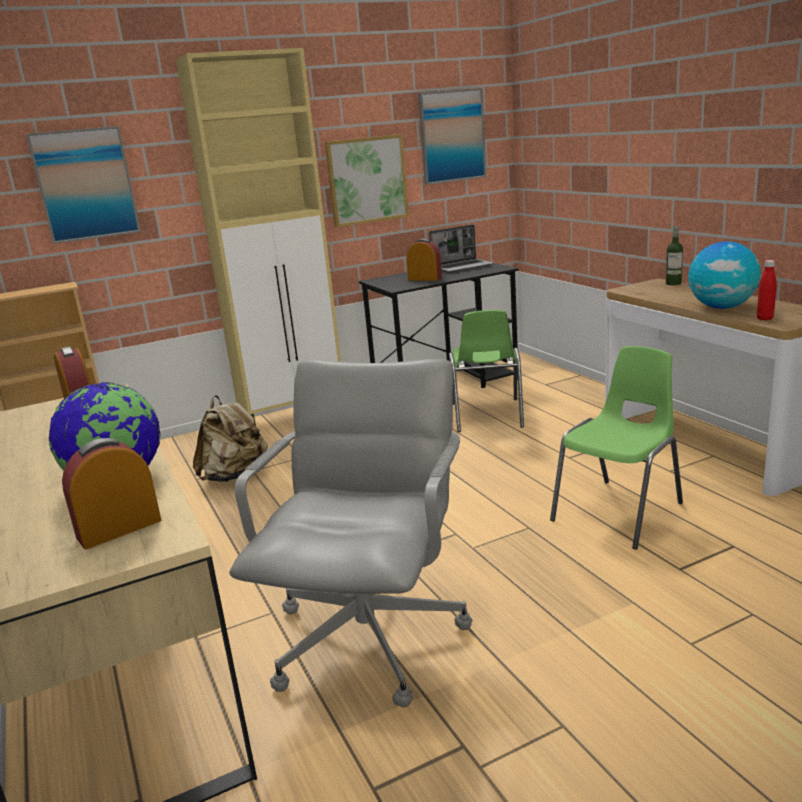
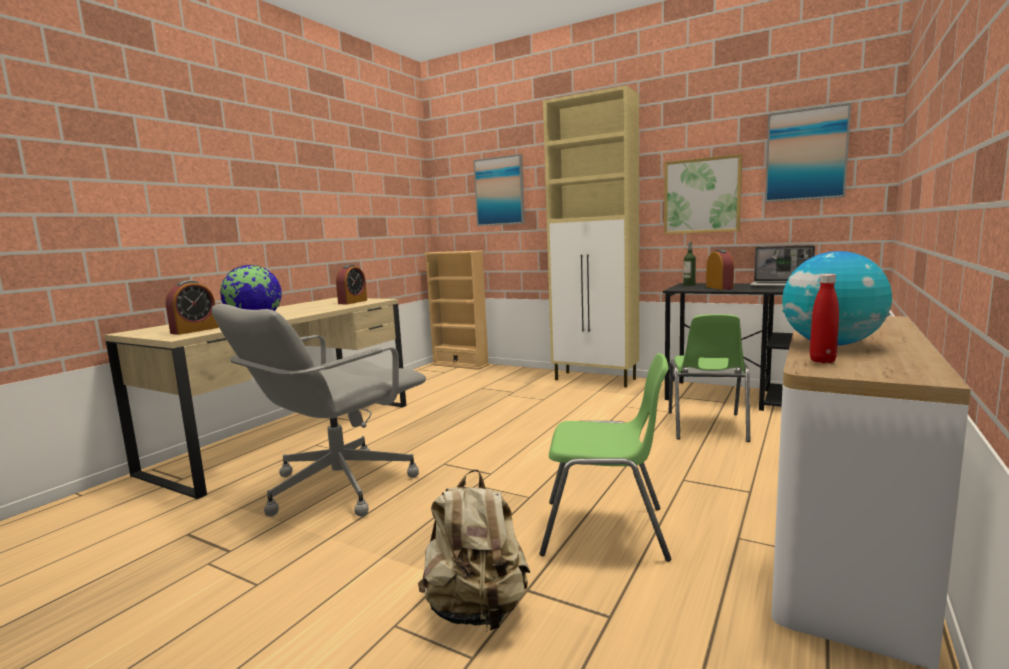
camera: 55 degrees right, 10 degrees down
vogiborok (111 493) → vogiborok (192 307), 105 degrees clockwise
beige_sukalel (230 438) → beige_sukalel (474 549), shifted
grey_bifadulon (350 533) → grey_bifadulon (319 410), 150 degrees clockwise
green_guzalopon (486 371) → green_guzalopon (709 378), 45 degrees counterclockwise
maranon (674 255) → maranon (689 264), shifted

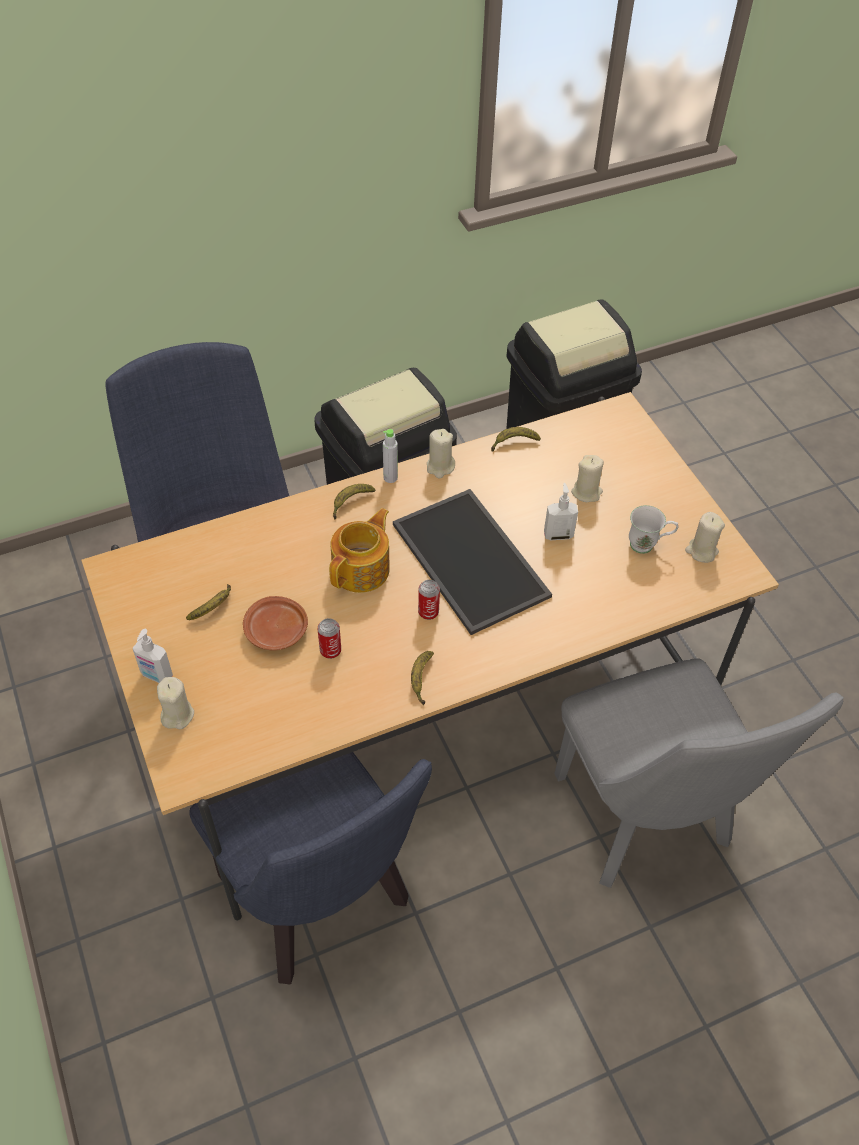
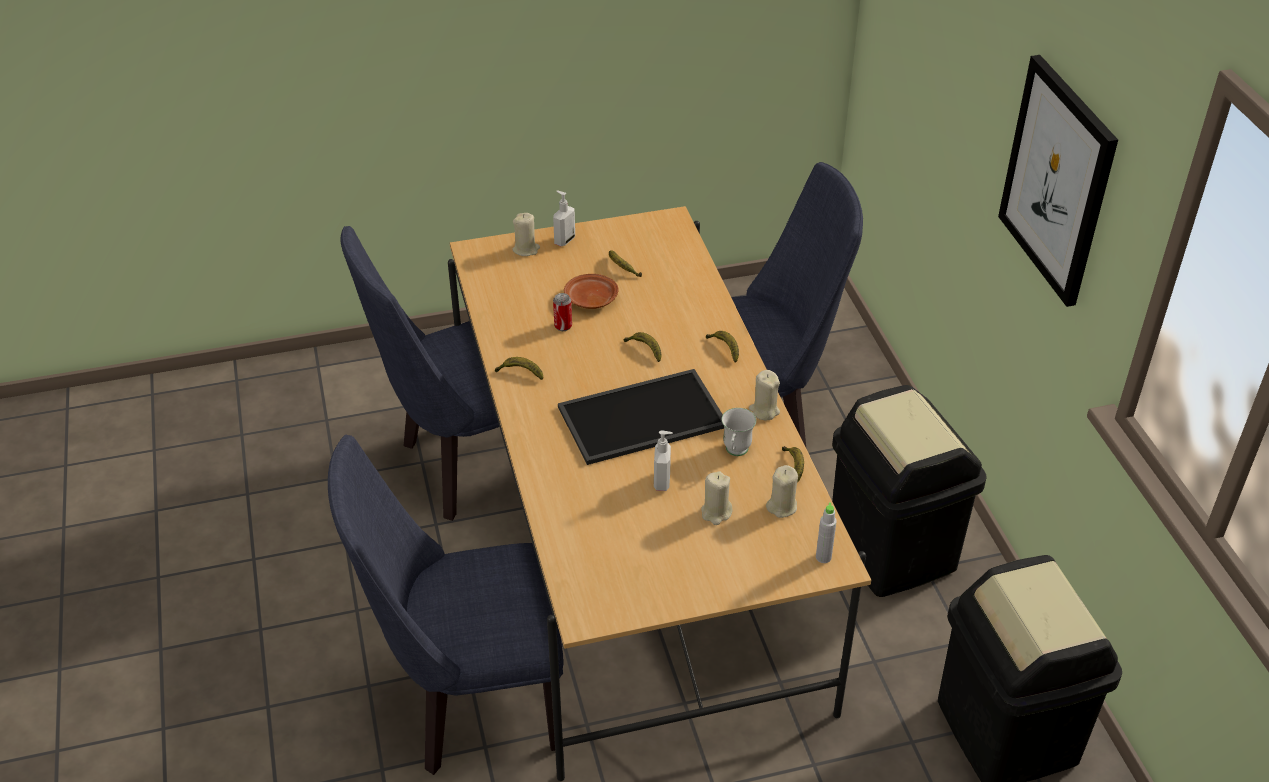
camera: 100 degrees right, 10 degrees down
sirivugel (359 550) → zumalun (643 347)
grey_maranon (390 456) → grey_maranon (826 533), shifted
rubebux (429 600) → -
grey_guzalopon (699 773) → blue_guzalopon (446 605)
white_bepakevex (653 529) → white_bepakevex (739 432), shifted
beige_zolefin (705 537) → beige_zolefin (782 491), shifted
- → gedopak (1058 181)

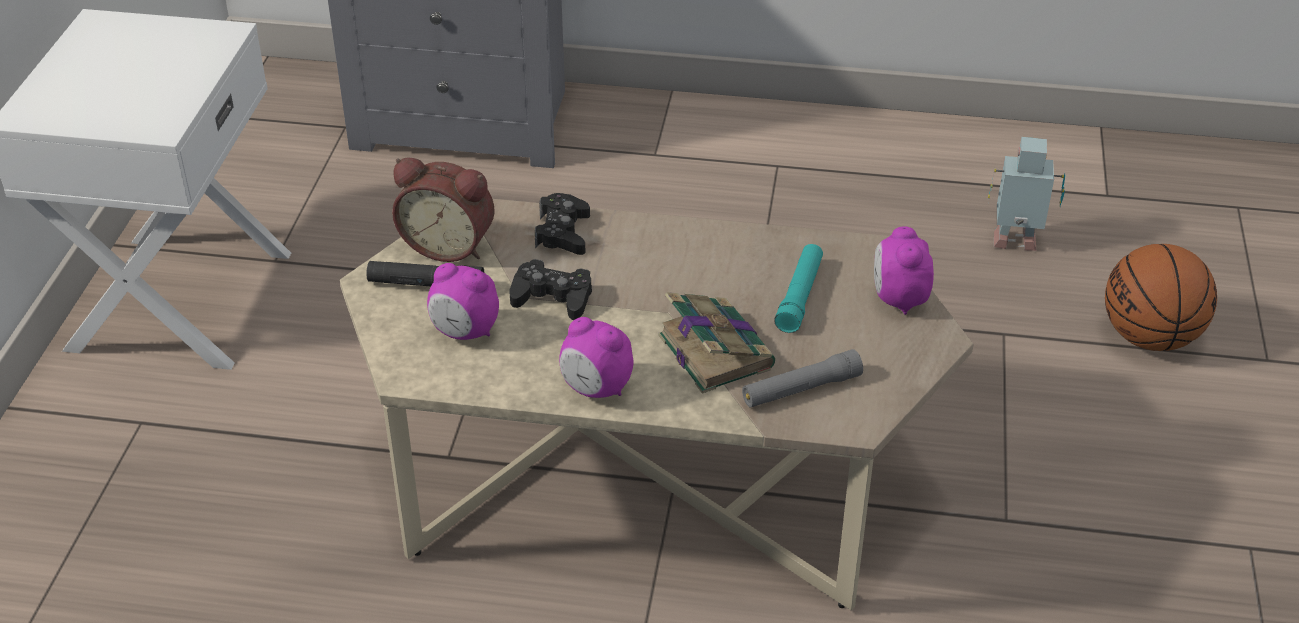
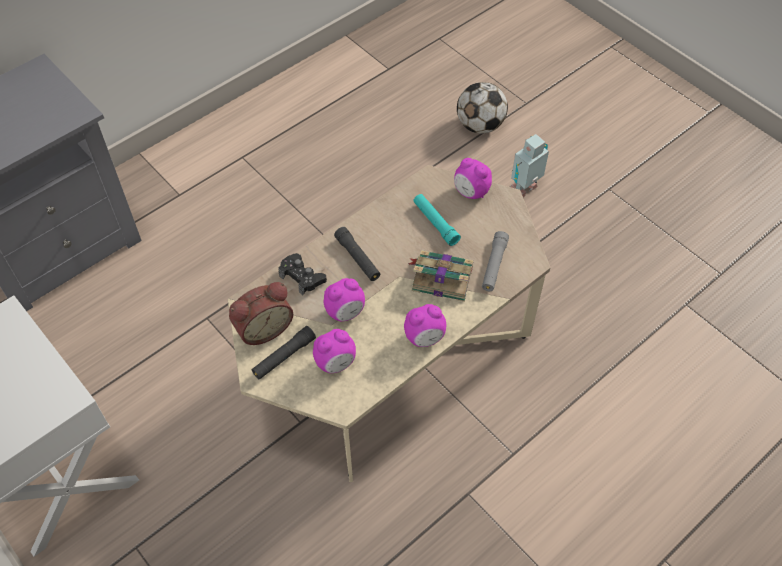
camera: 50 degrees left, 15 degrees up
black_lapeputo (550 289) → vogiborok (344 299)
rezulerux (1027 194) → rezulerux (530 165), shifted
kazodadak (1161 297) → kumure (482 108)
- → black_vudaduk (357 254)

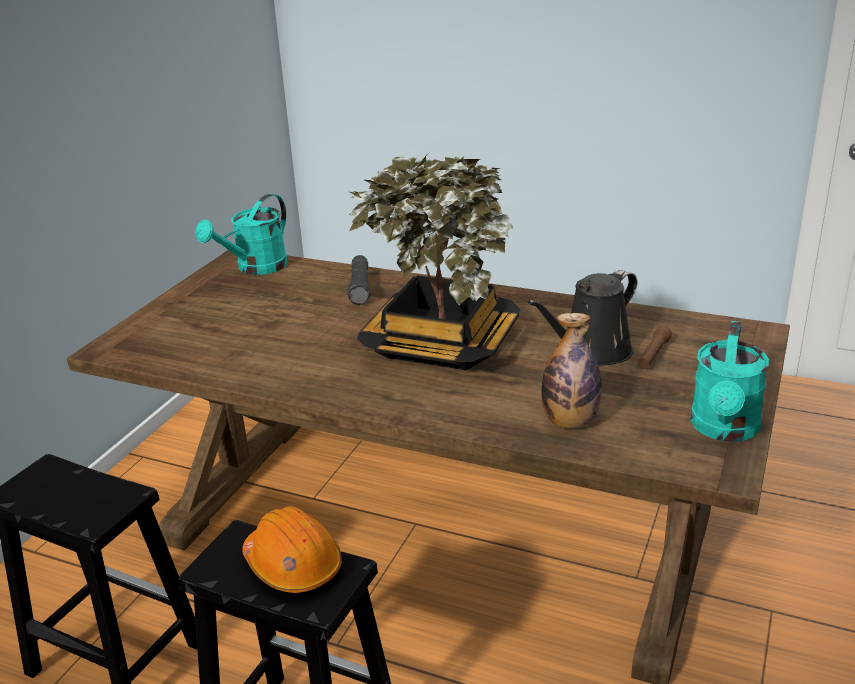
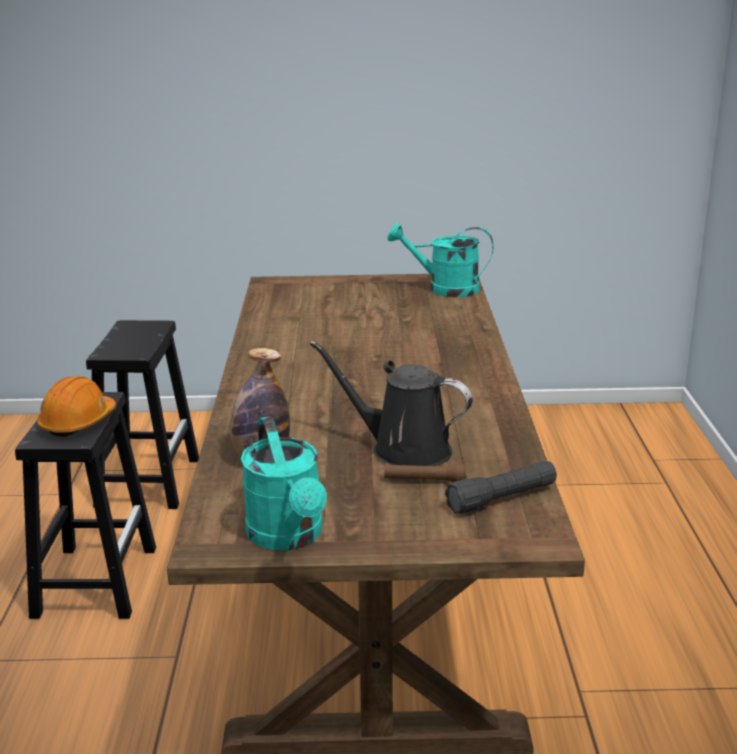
camera: 65 degrees right, 5 degrees down
black_vudaduk (359 280) → black_vudaduk (501 487), shifted
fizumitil (434 262) → -
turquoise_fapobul (729 381) → turquoise_fapobul (284 483), 105 degrees counterclockwise

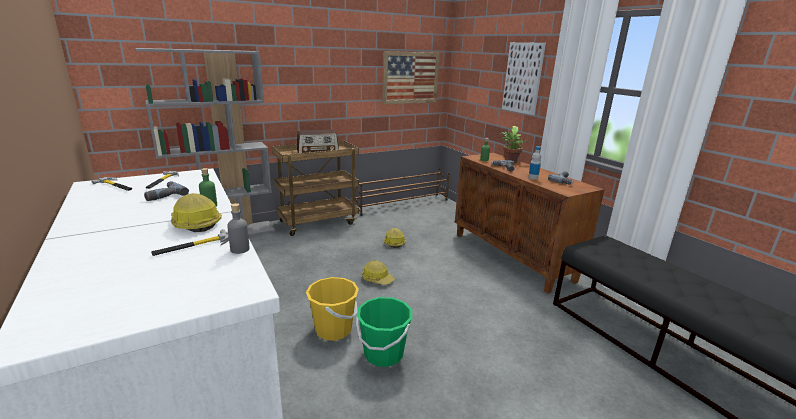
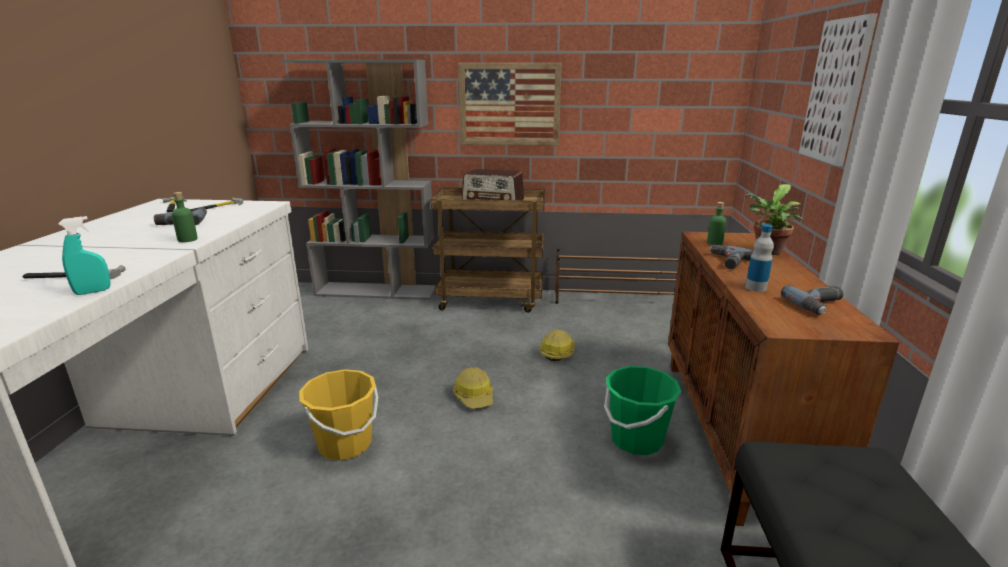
camera: 35 degrees right, 0 degrees up
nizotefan (196 212) → -
grey_maranon (238 228) → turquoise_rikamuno (84 255)
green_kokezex (384 332) → green_kokezex (643 410), shifted
gedopak (411 77) → gedopak (510 104), shifted

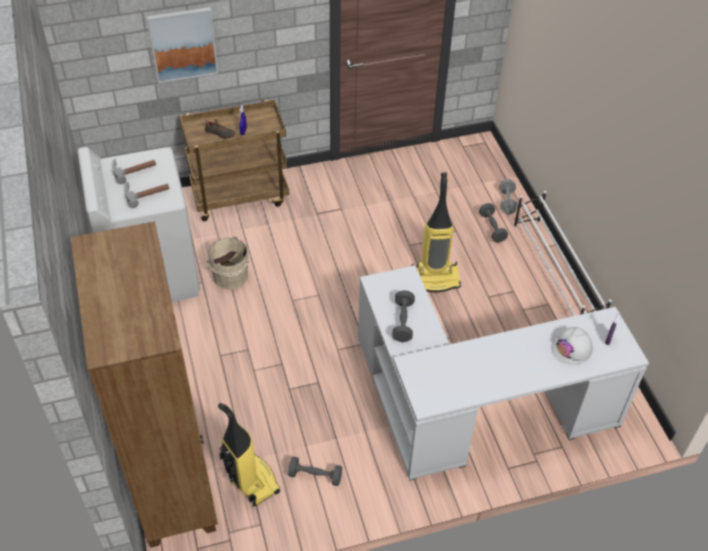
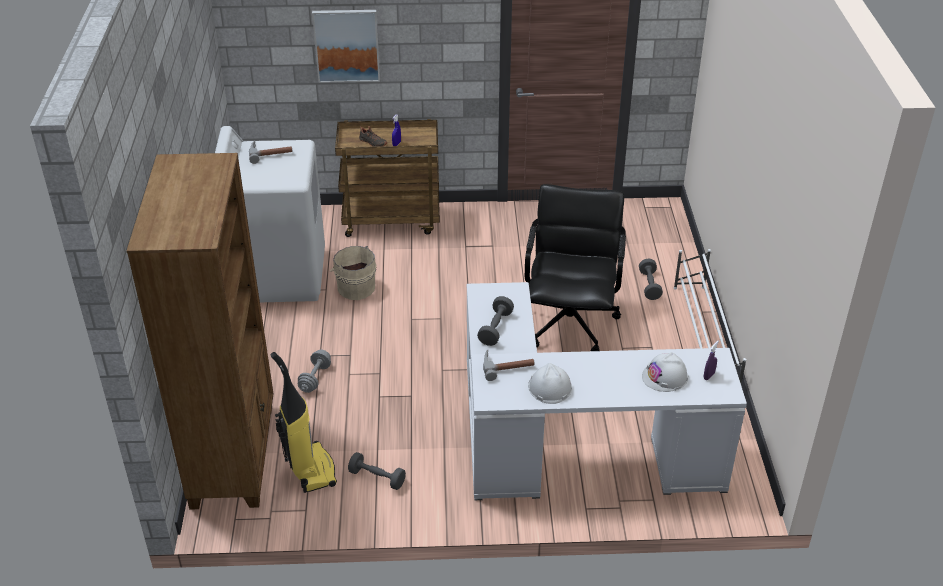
camera: 15 degrees right, 10 degrees down
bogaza (147 194) → bogaza (509 365), shifted
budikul (436 232) → black_bifadulon (575 267)
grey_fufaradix (508 196) → grey_fufaradix (314 371), shifted
- → white_nizotefan (550 383)

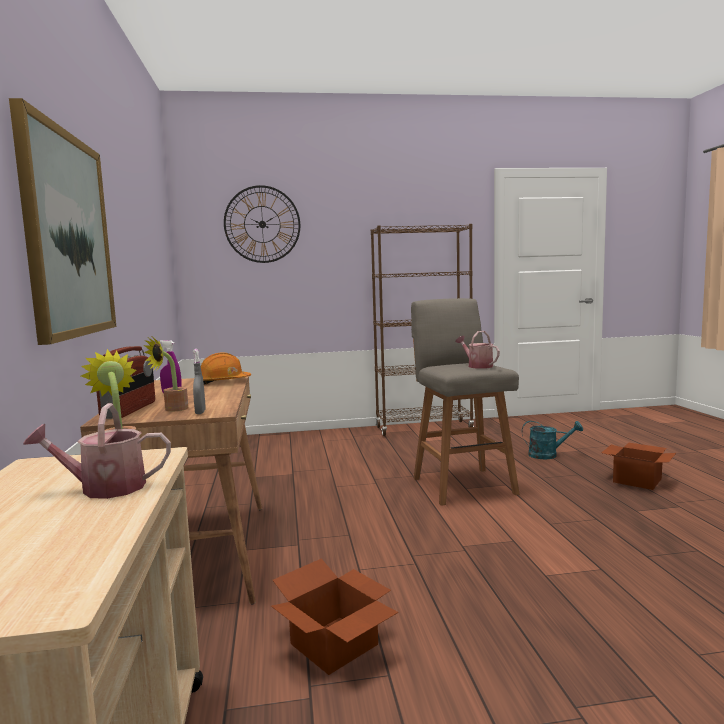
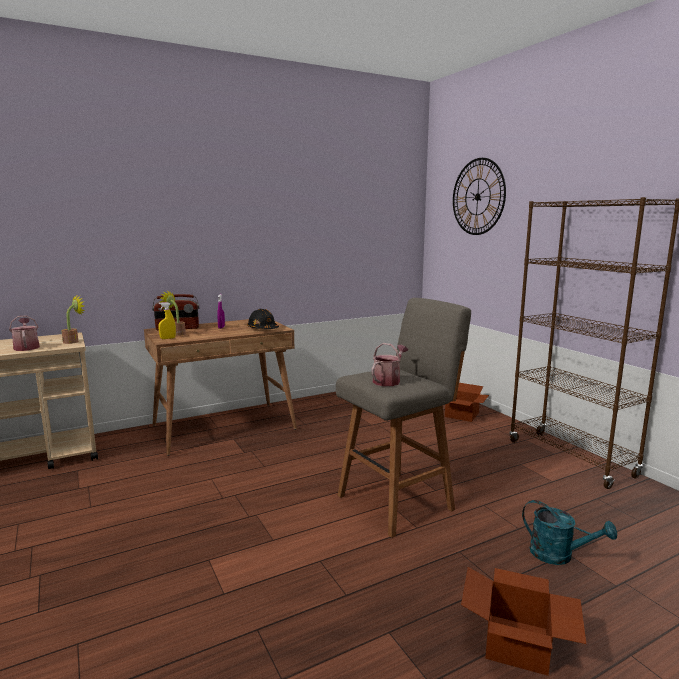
camera: 70 degrees right, 5 degrees up
gedopak (62 221) → -
grey_rikamuno (199 381) → yellow_rikamuno (167 320)
orange_nizotefan (226 368) → black_nizotefan (263 319)
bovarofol (334 617) → bovarofol (467 402), shifted
turquoise_fapobul (552 440) → turquoise_fapobul (569 532), 45 degrees counterclockwise

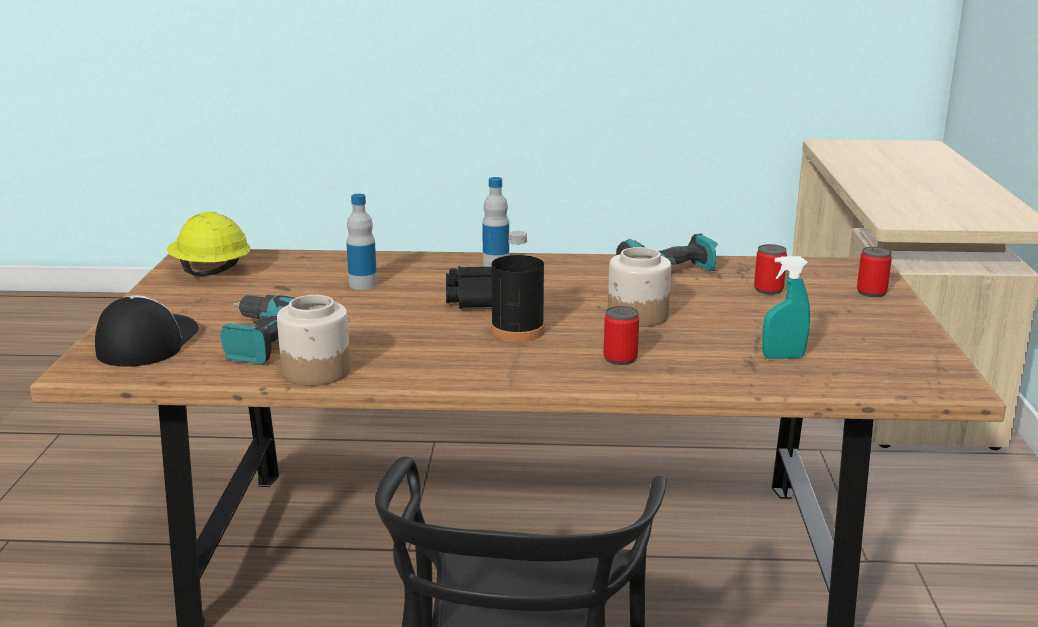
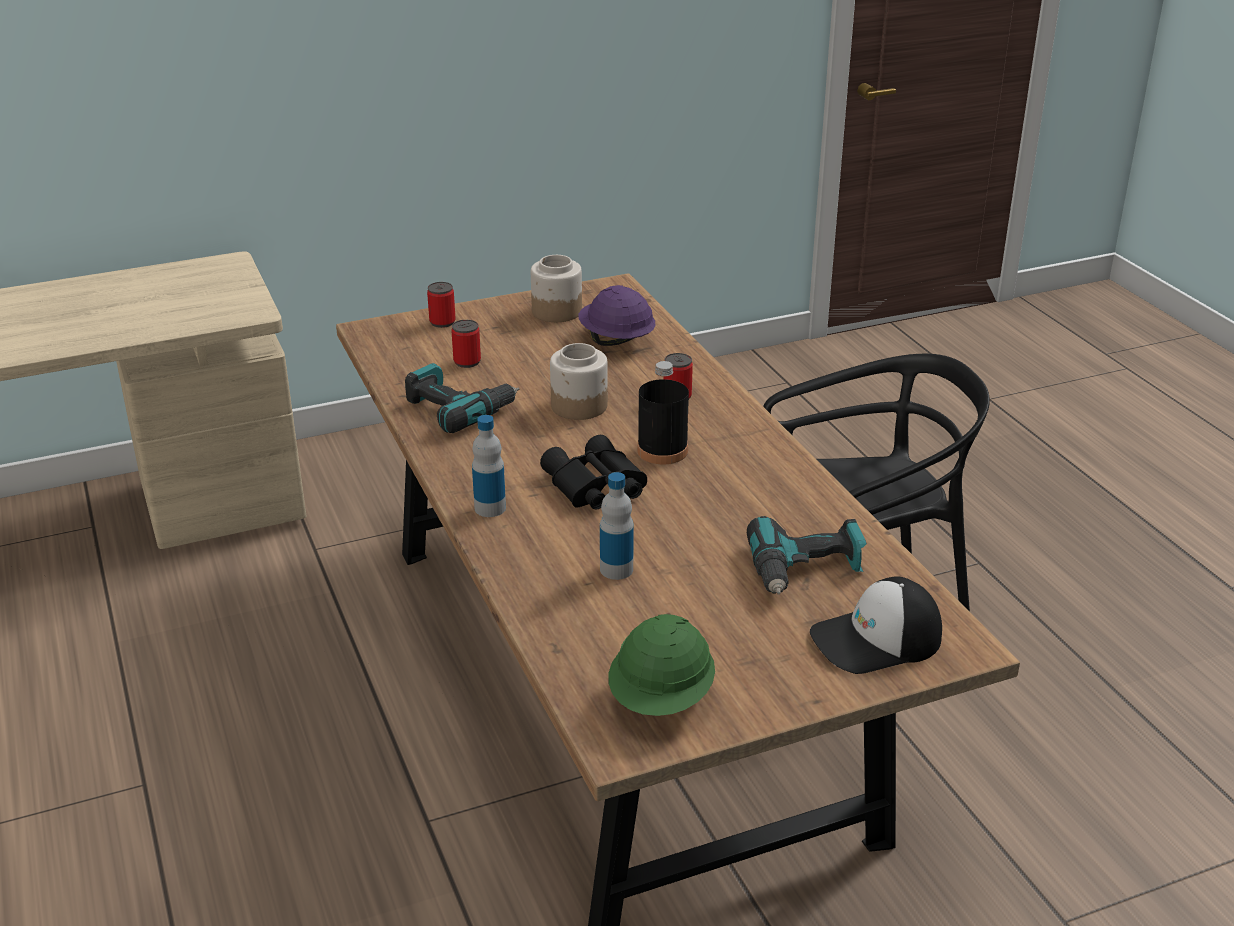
camera: 115 degrees left, 10 degrees up
yellow_nizotefan (209 244) → green_nizotefan (661 665)
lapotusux (314 340) → lapotusux (556 288), shifted
turquoise_rikamuno (786 307) → purple_nizotefan (617 315)

